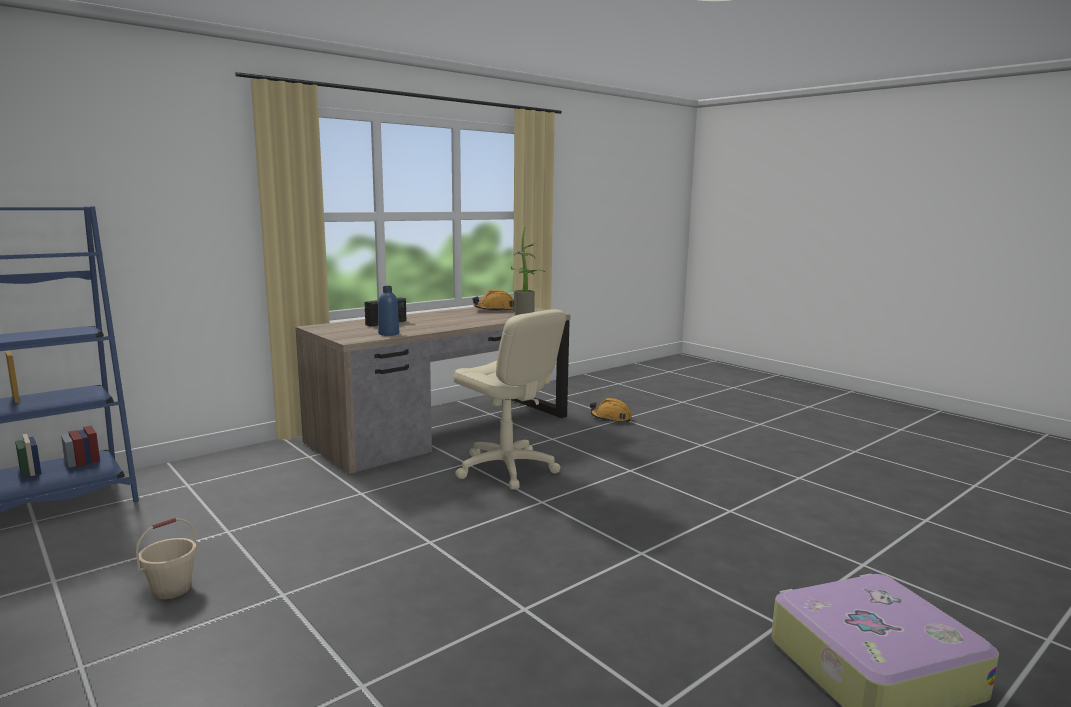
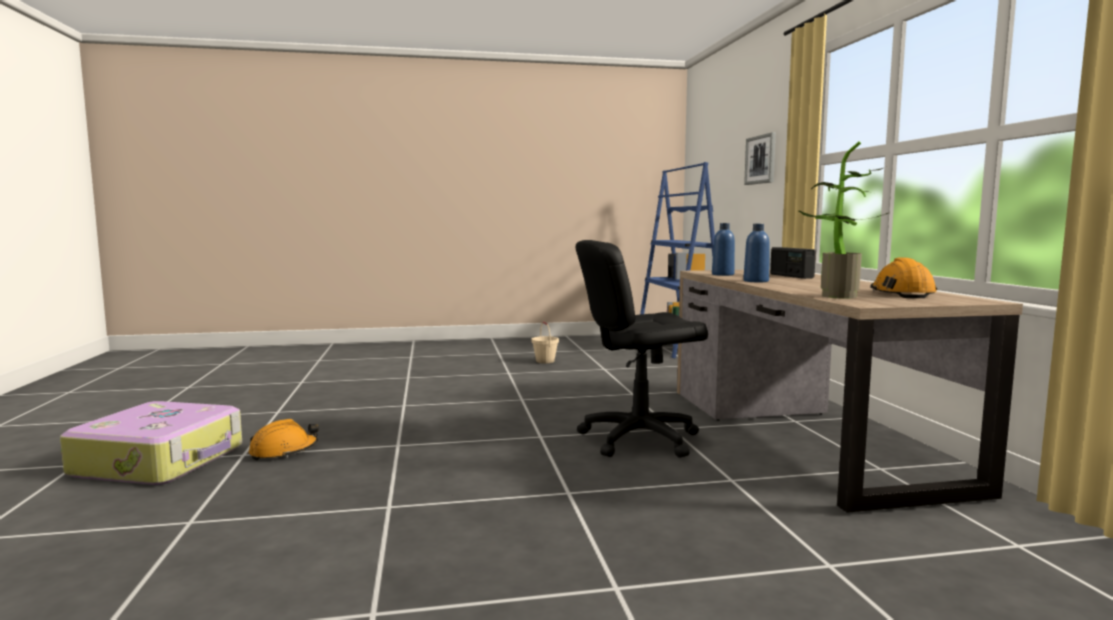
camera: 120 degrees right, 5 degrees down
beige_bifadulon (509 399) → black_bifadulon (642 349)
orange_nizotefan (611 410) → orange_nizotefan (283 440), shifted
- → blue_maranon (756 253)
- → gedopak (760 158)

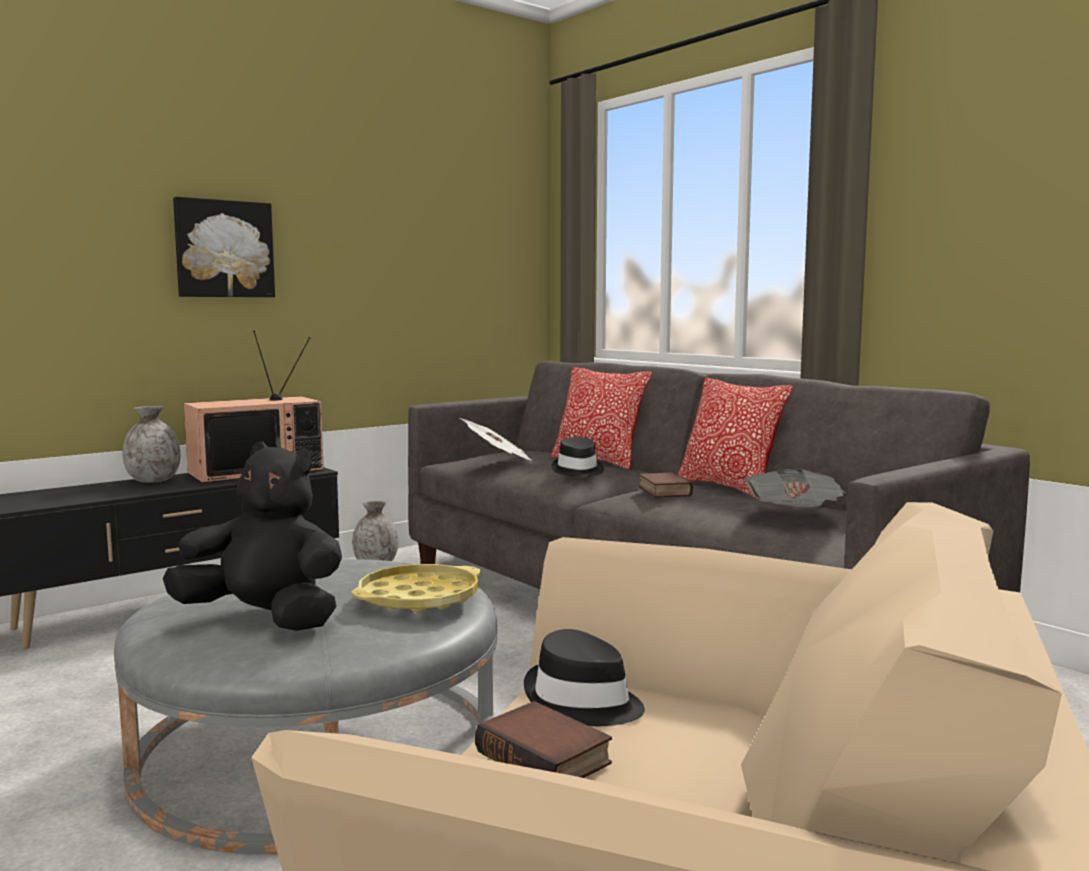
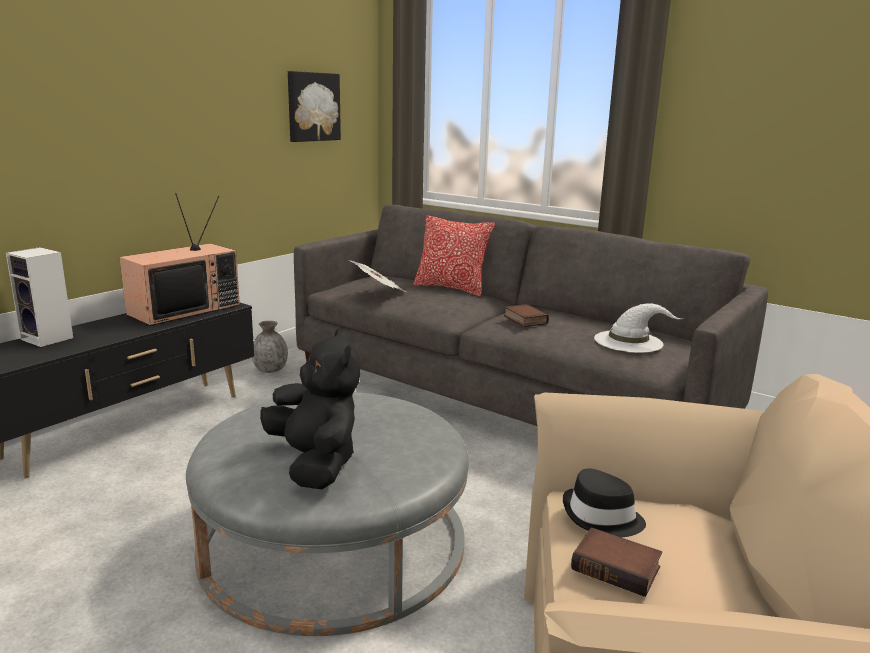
camera: 15 degrees left, 10 degrees up
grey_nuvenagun (151 444) → -
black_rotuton (252 536) → black_rotuton (310 409), 60 degrees clockwise
gedopak (224 247) → gedopak (314 106), shifted
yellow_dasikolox (416 588) → -
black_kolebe (577 457) → -
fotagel (735 438) → -
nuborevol (794 488) → white_kolebe (639 328)
- → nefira (39 297)

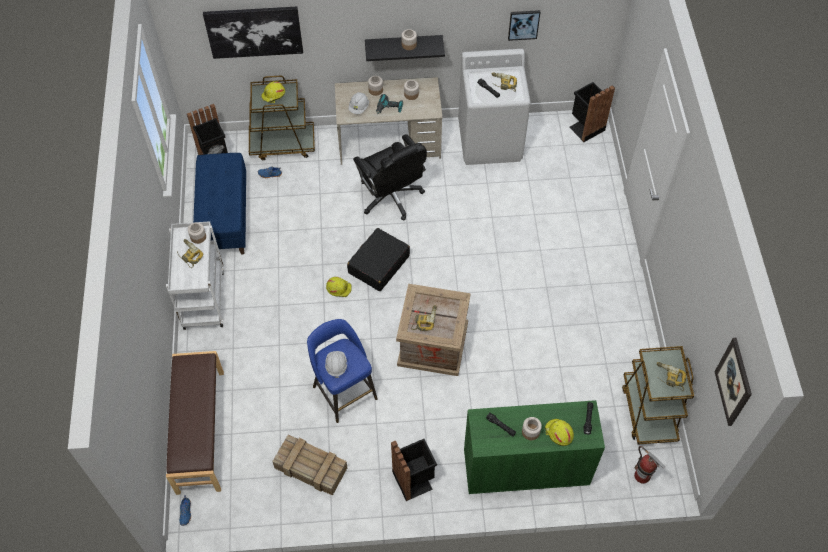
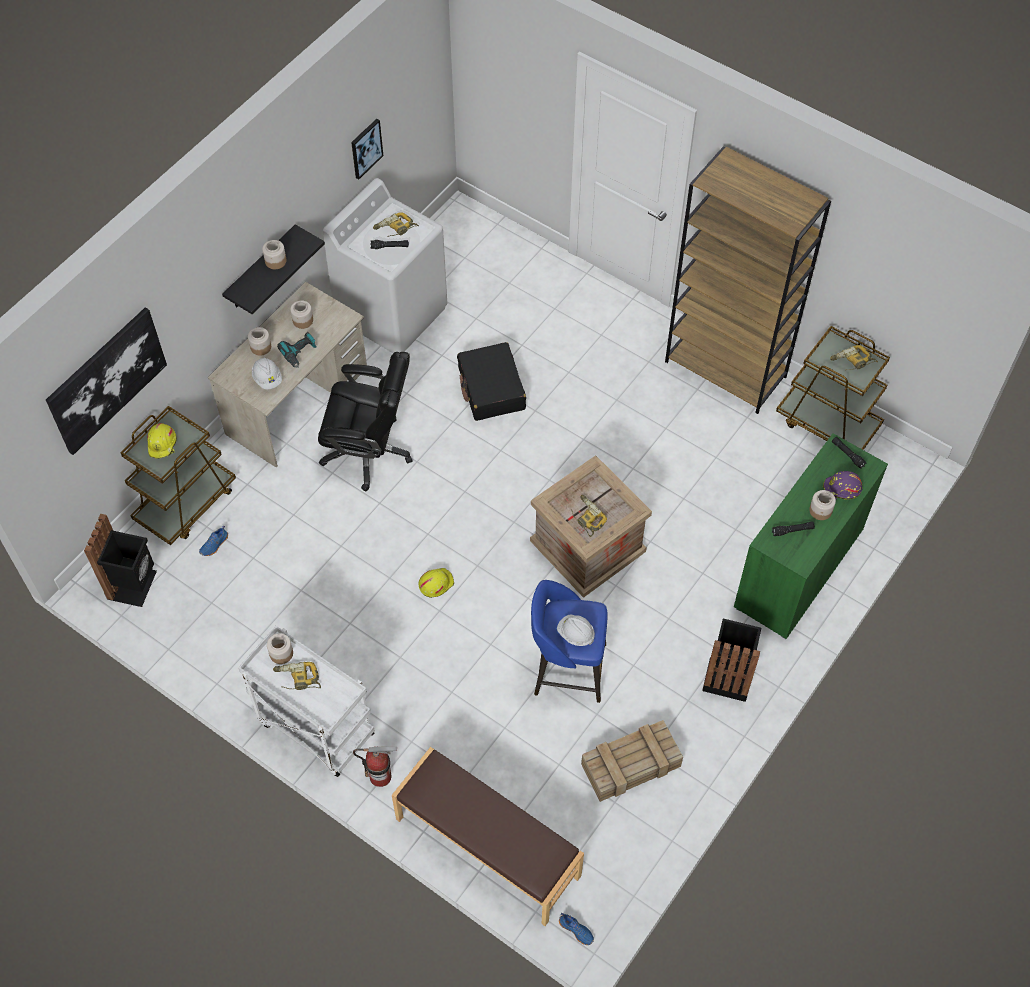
camera: 50 degrees left, 0 degrees up
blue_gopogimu (219 204) → -
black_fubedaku (378 259) → black_fubedaku (491 381), shifted
yellow_nizotefan (559 432) → purple_nizotefan (842 485)
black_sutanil (592 112) → -
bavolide (650 465) → bavolide (375 767), shifted
gedopak (733 382) → -
- → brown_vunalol (748 280)

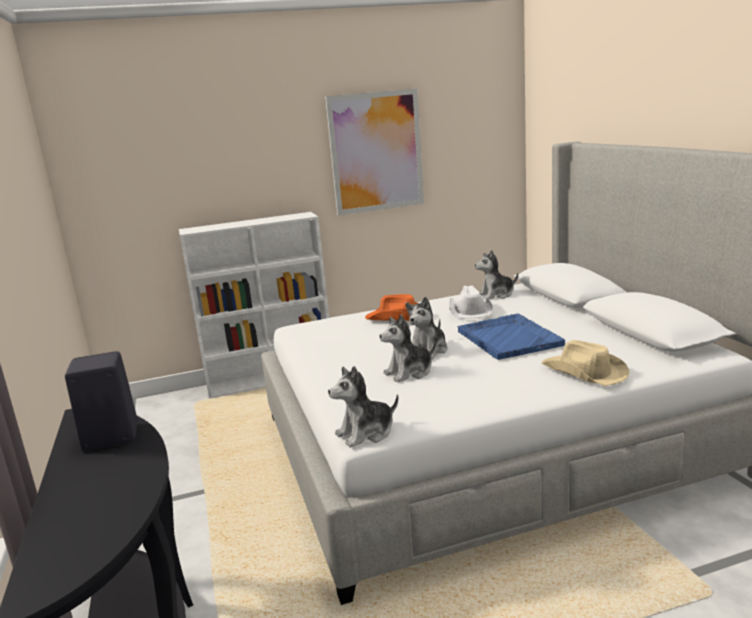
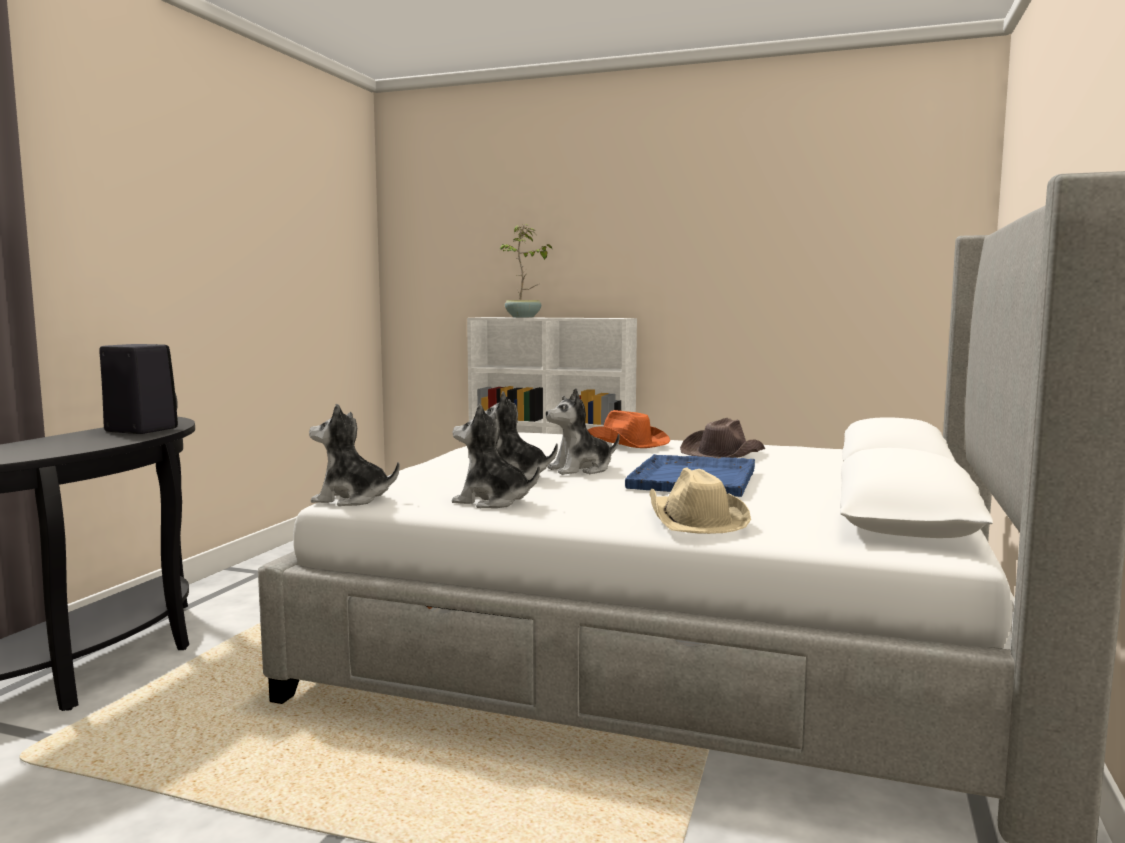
camera: 35 degrees right, 10 degrees down
gedopak (374 152) → -
white_kolebe (471 302) → brown_kolebe (722 438)
rotuton (496 274) → rotuton (496 456), shifted
- → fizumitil (526 271)

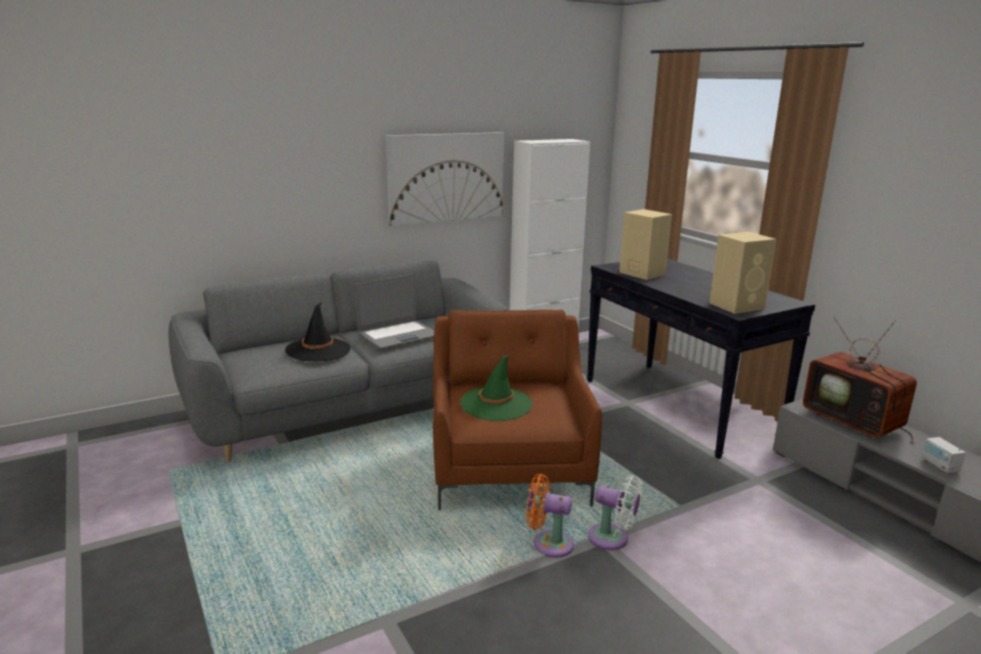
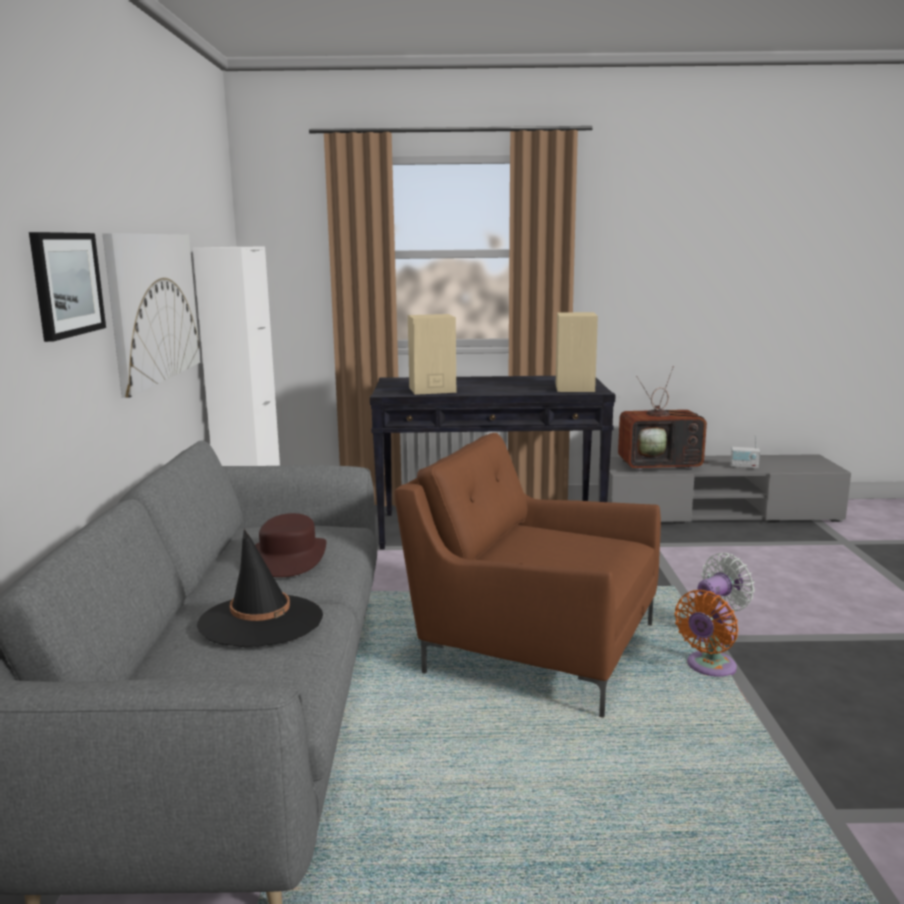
camera: 60 degrees left, 5 degrees down
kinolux (394 311) → brown_kolebe (291 545)
green_kolebe (496 388) → -
- → gedopak (67 287)

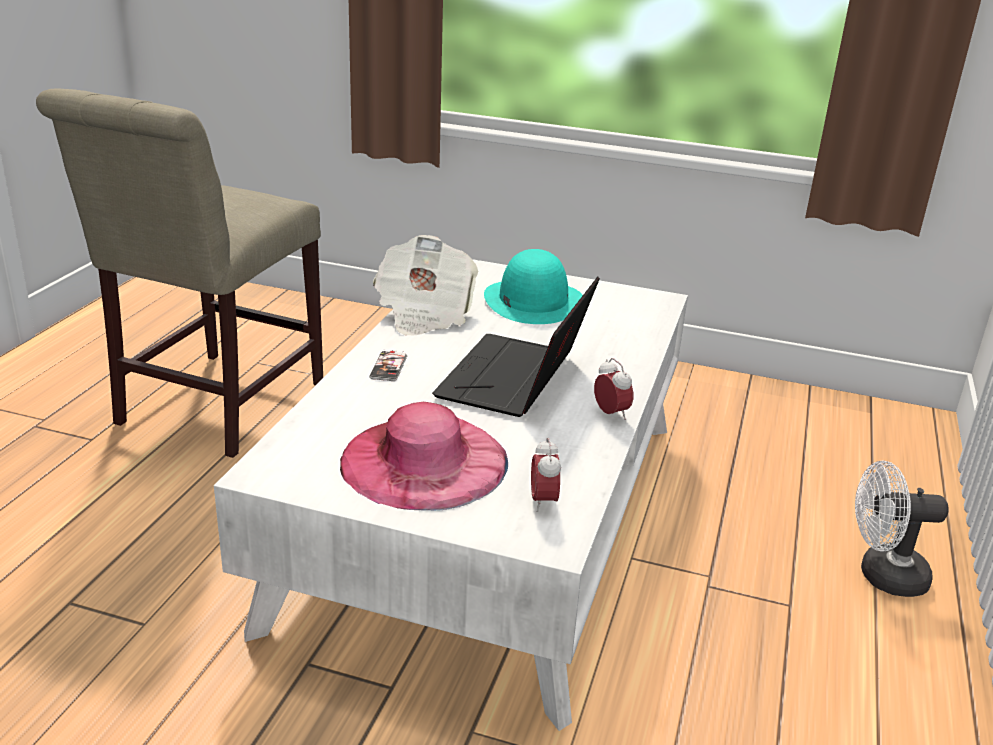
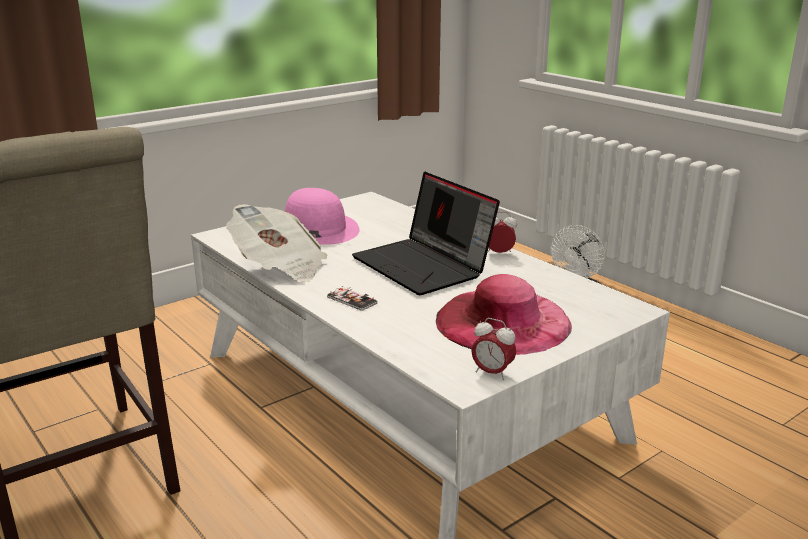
camera: 55 degrees left, 5 degrees down
turquoise_kolebe (533 286) → pink_kolebe (322 216)
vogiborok (546 475) → vogiborok (493 349), shifted

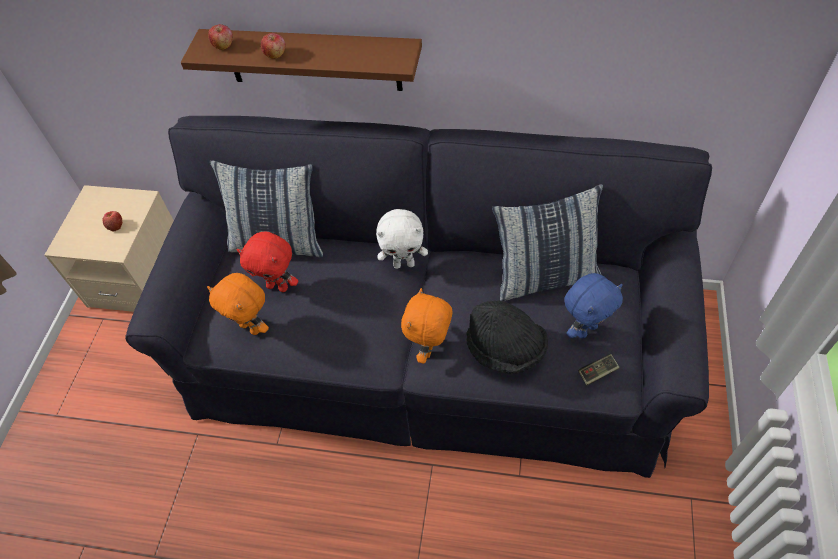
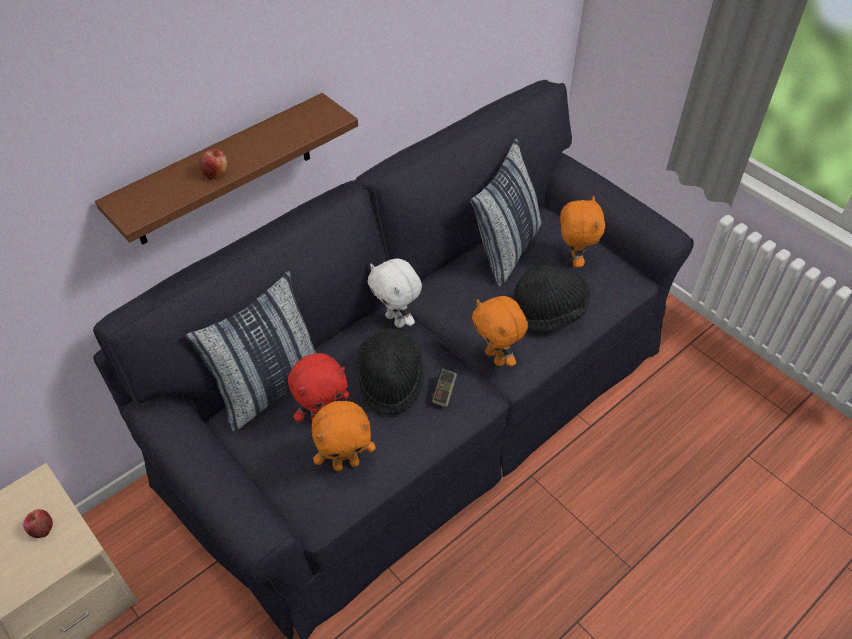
camera: 55 degrees left, 5 degrees down
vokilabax (220 37) → -
white_rotuton (402 239) → white_rotuton (395 293), 105 degrees clockwise
blue_rotuton (593 306) → orange_rotuton (582 231)
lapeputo (599 369) → lapeputo (444 388), shifted
- → black_kolebe (390 371)

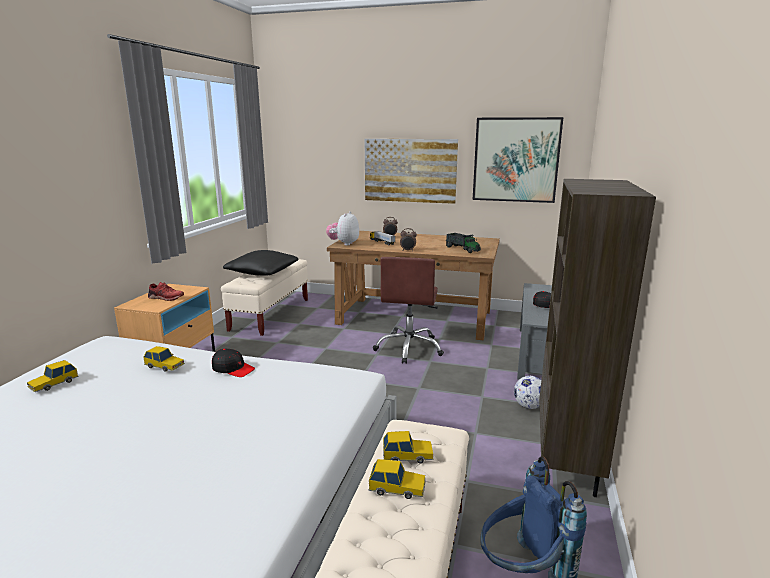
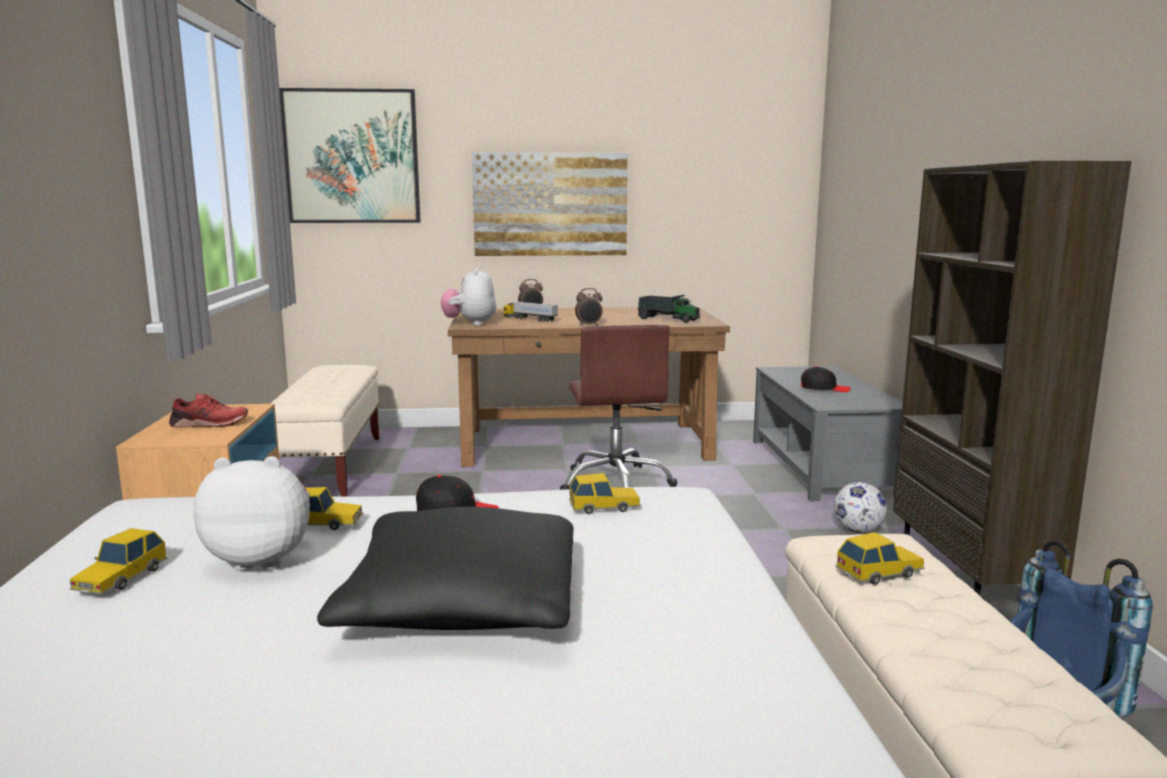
camera: 20 degrees left, 5 degrees down
black_fotagel (261 263) → black_fotagel (445 568), shifted
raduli (397 479) → raduli (604 493), shifted
gedopak (518 160) → gedopak (349 155), shifted
- → rotuton (252 513)

